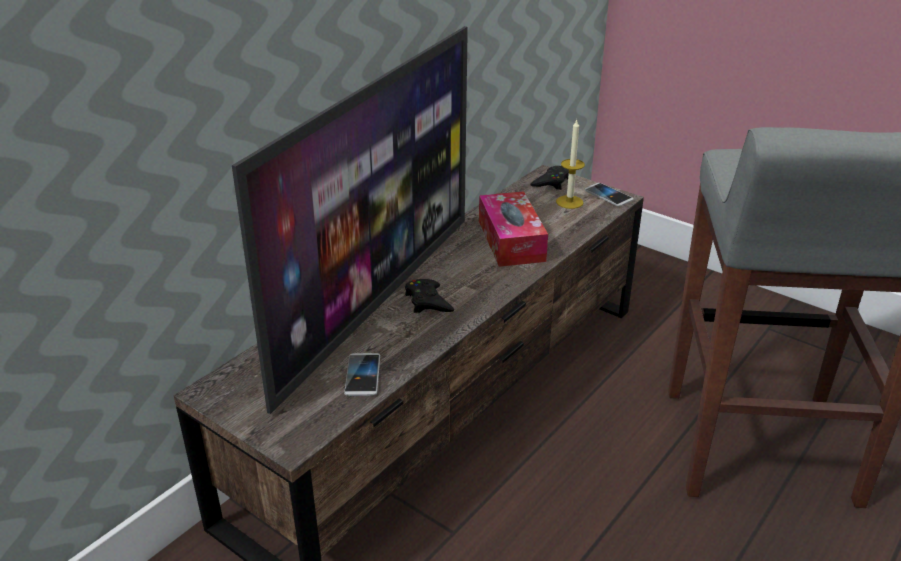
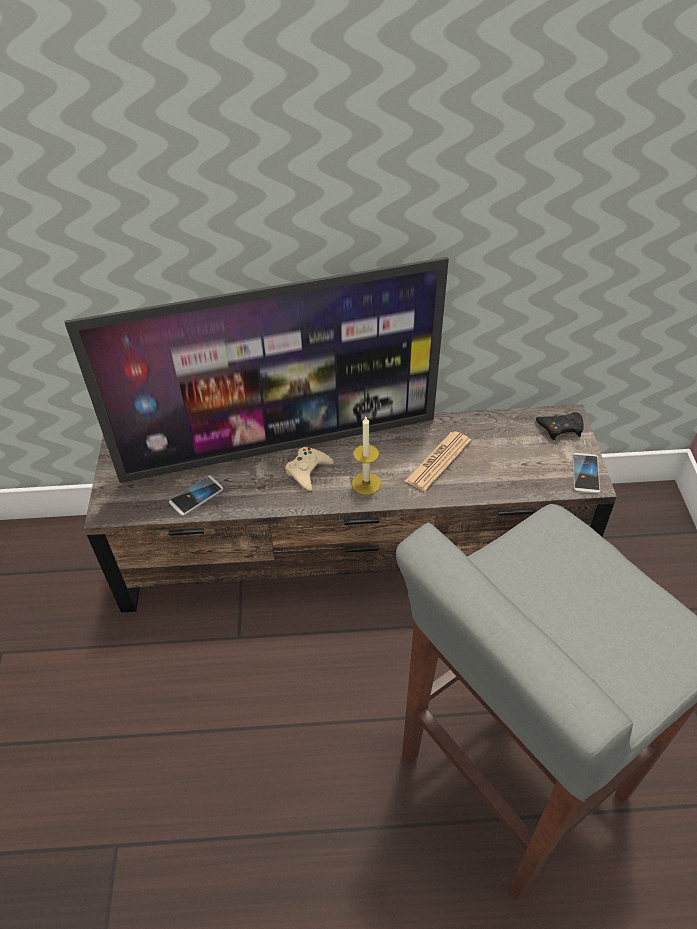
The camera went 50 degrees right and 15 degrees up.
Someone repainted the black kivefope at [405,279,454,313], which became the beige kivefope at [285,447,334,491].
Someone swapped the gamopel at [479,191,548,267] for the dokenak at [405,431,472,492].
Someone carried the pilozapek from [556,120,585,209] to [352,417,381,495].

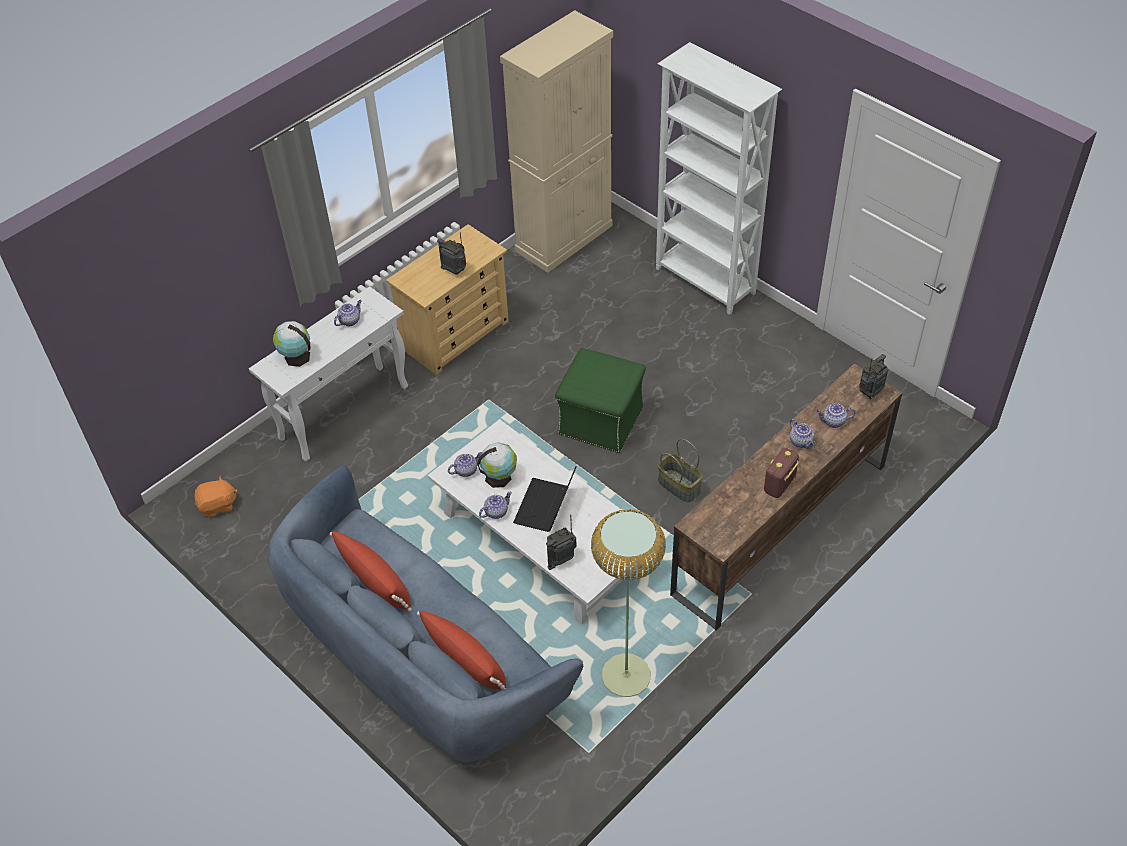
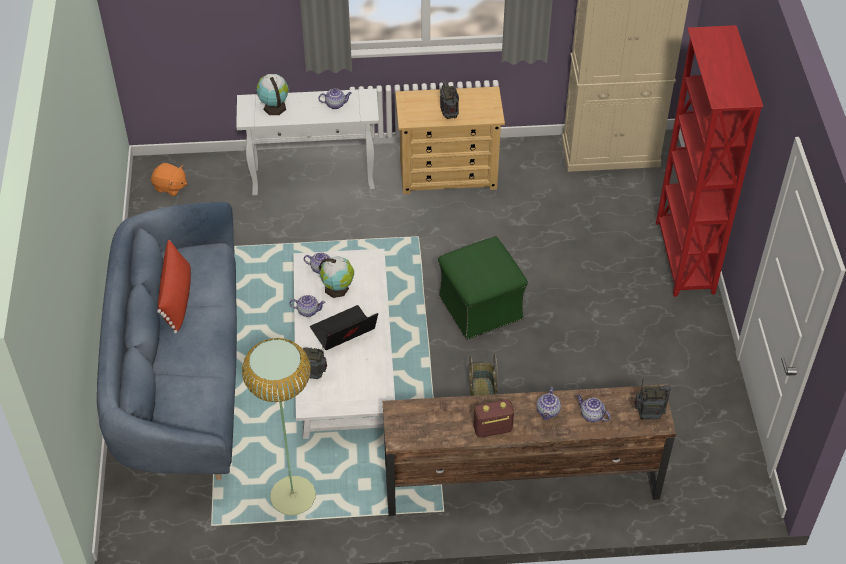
The camera went 40 degrees right and 0 degrees up.
Someone took away the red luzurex at [417,611,506,690].
Someone repainted the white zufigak at [656,42,782,315], which became the red zufigak at [656,25,764,297].

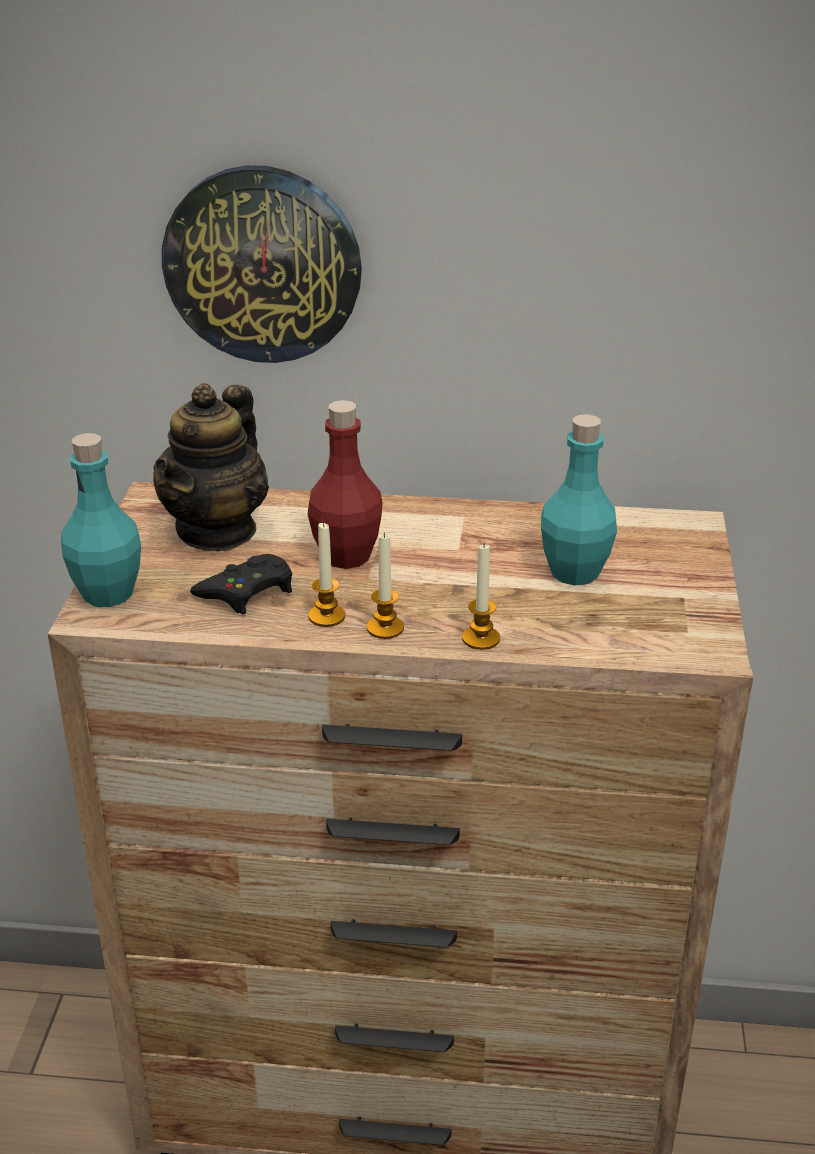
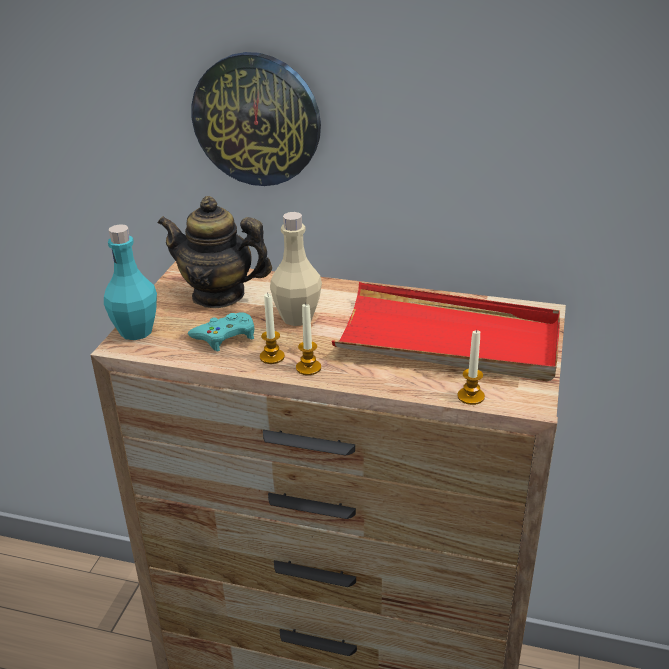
The camera went 10 degrees right and 0 degrees up.
Someone rotated the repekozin at [153,383,269,551] by 75 degrees clockwise.
Someone repainted the black kivefope at [190,554,292,614], which became the turquoise kivefope at [188,312,254,352].
Someone repainted the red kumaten at [308,400,383,569], which became the beige kumaten at [270,212,322,326].
Someone carried the pilozapek from [462,543,500,650] to [457,329,485,405].
Someone swapped the turquoise kumaten at [541,414,617,586] for the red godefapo at [332,282,560,381].

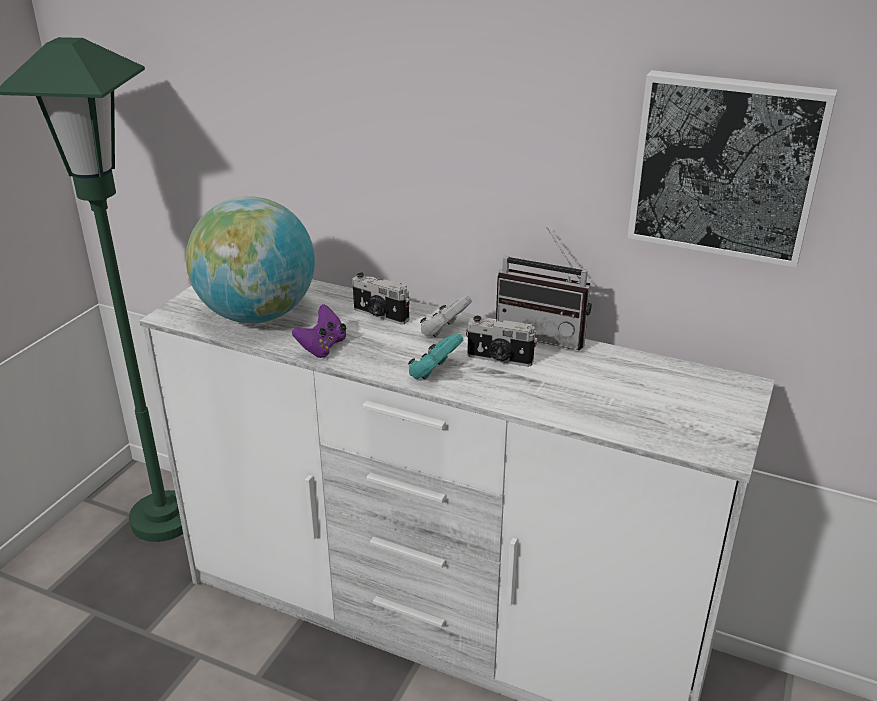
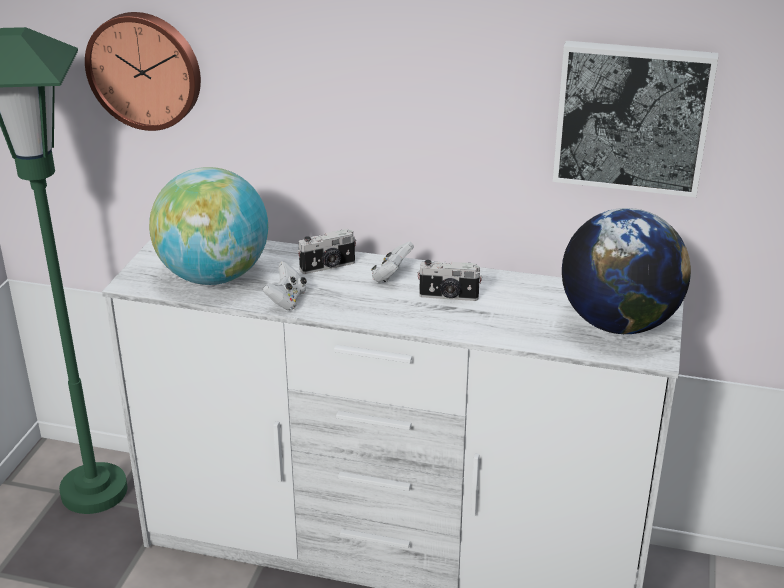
The camera went 10 degrees left and 0 degrees up.
Someone repainted the purple kivefope at [292,304,346,358], which became the white kivefope at [263,261,307,310].
Someone rotated the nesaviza at [352,273,410,325] by 45 degrees counterclockwise.
Someone took away the turquoise kivefope at [408,333,464,379].
Someone took away the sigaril at [496,227,592,350].
Someone put up the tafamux at [85,12,201,131].
Someone put down the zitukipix at [562,208,691,334].

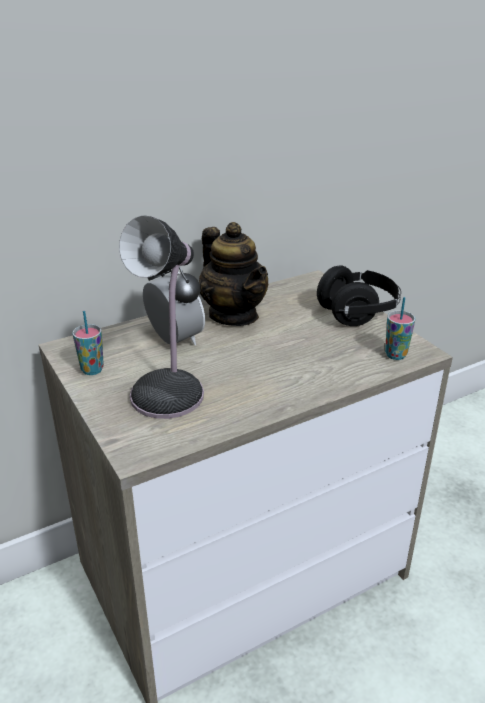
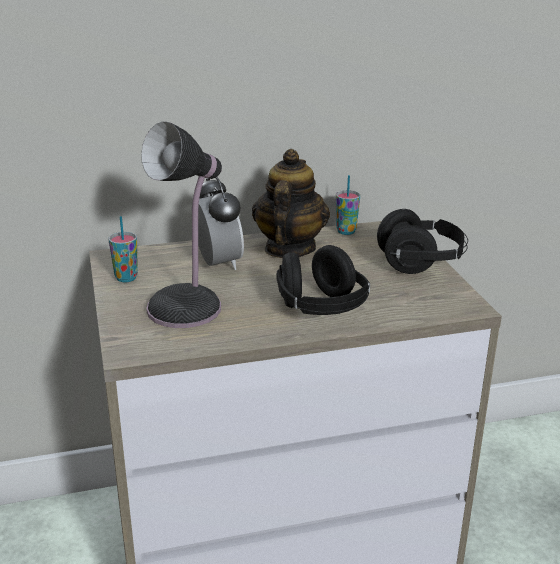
The camera went 15 degrees right and 5 degrees down.
Someone rotated the repekozin at [199,222,268,326] by 150 degrees counterclockwise.
Someone carried the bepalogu from [385,297,415,360] to [336,175,360,235].
Someone put down the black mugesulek at [276,245,370,315].

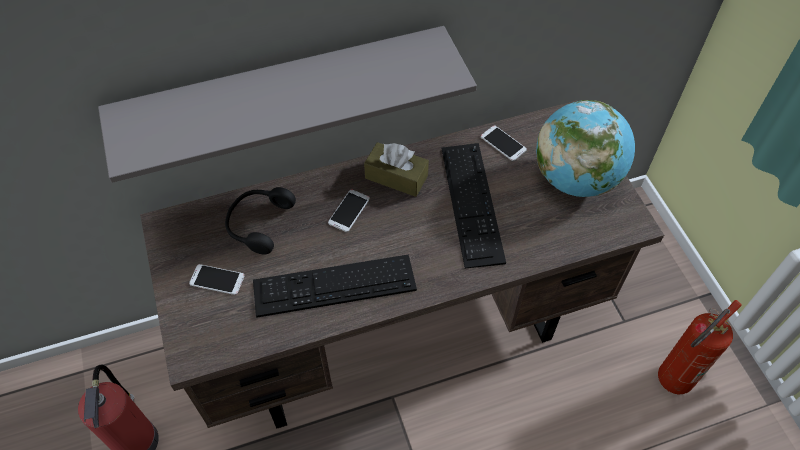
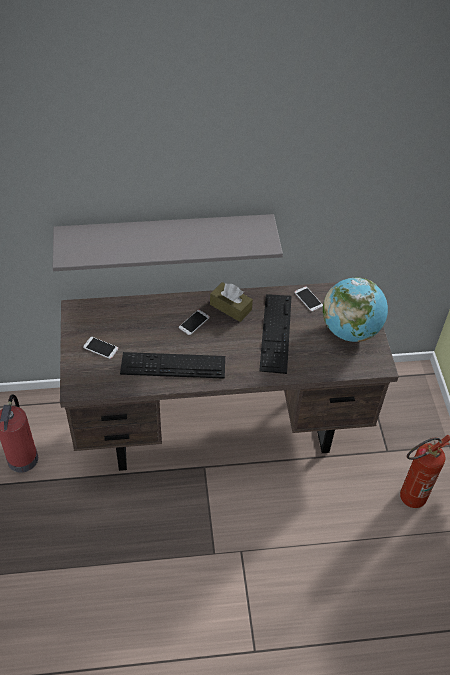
The camera went 10 degrees right and 5 degrees down.
Someone took away the black mugesulek at [225,187,296,255].

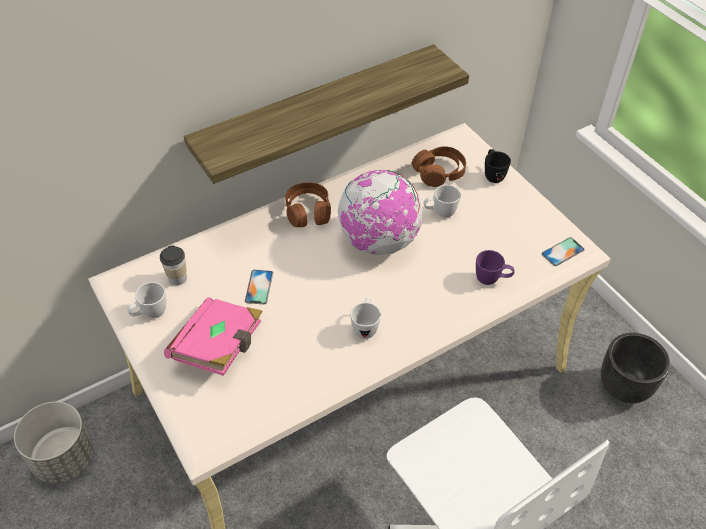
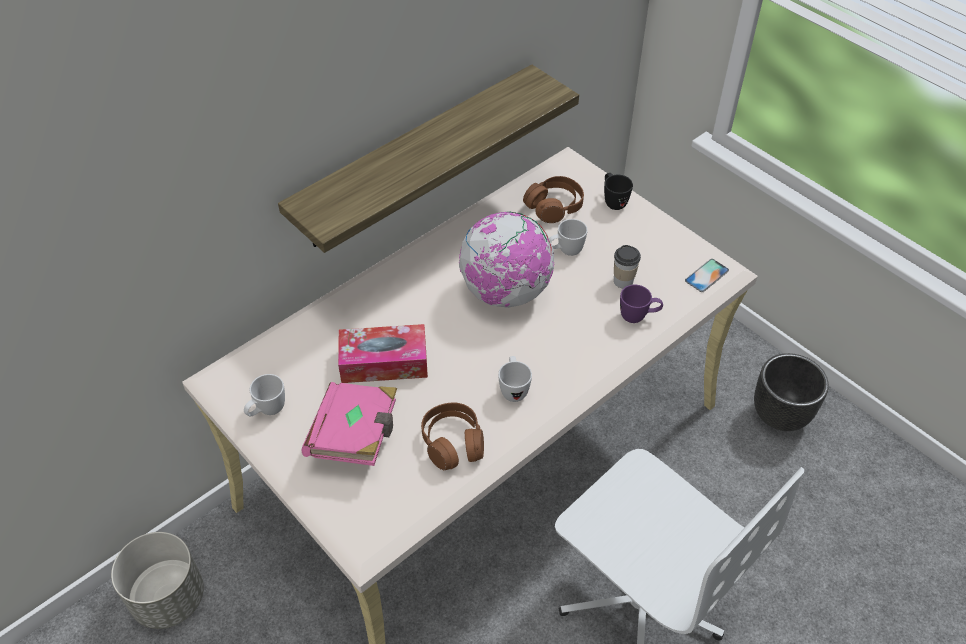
The camera went 10 degrees left and 0 degrees up.
Someone carried the bepalogu from [160,246,187,285] to [614,245,641,288].
Someone swapped the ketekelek at [245,270,273,304] for the gamopel at [338,324,428,383].
Someone carried the brown mugesulek from [286,182,331,227] to [421,402,484,470].

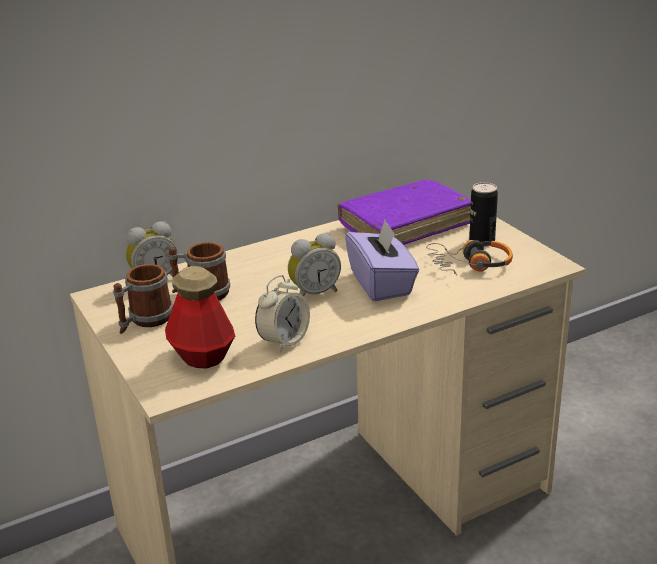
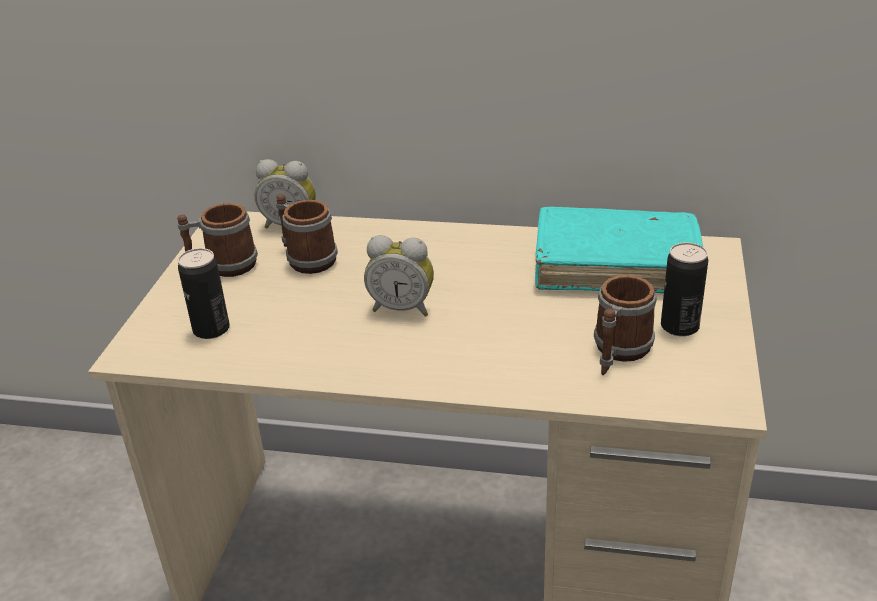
The camera went 40 degrees right and 5 degrees up.
Someone swapped the kumaten at [165,266,235,369] for the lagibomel at [178,248,230,339].
Someone took away the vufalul at [255,275,310,352].
Someone repainted the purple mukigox at [338,180,471,245], which became the turquoise mukigox at [535,207,703,294].
Someone took away the purple gamopel at [345,220,419,301].
Someone swapped the mugesulek at [426,240,513,275] for the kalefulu at [594,275,657,375].

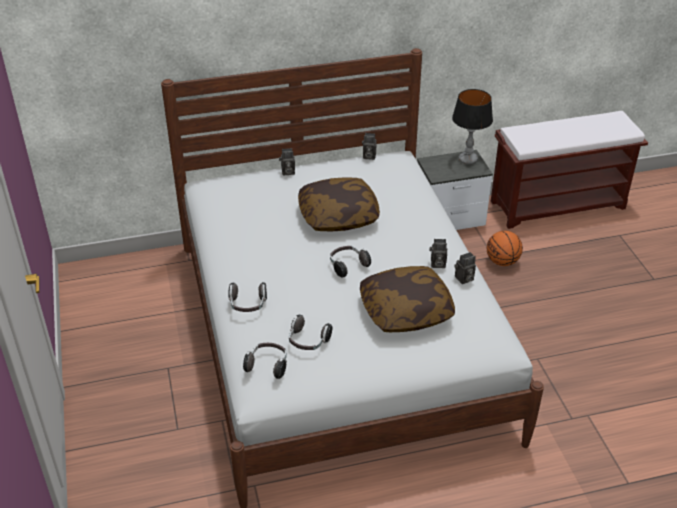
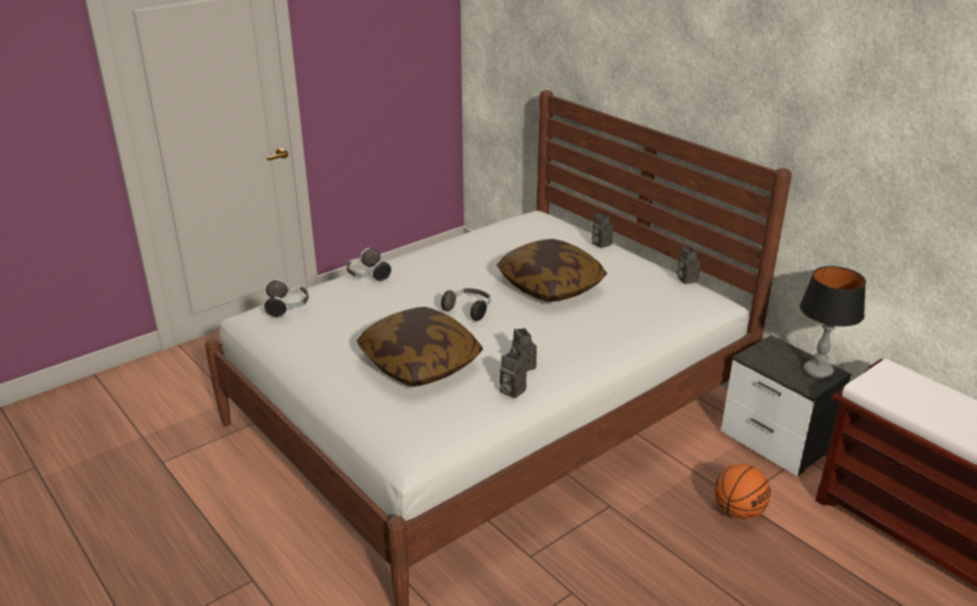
The camera went 65 degrees right and 10 degrees down.
Someone took away the mugesulek at [289,315,332,350].

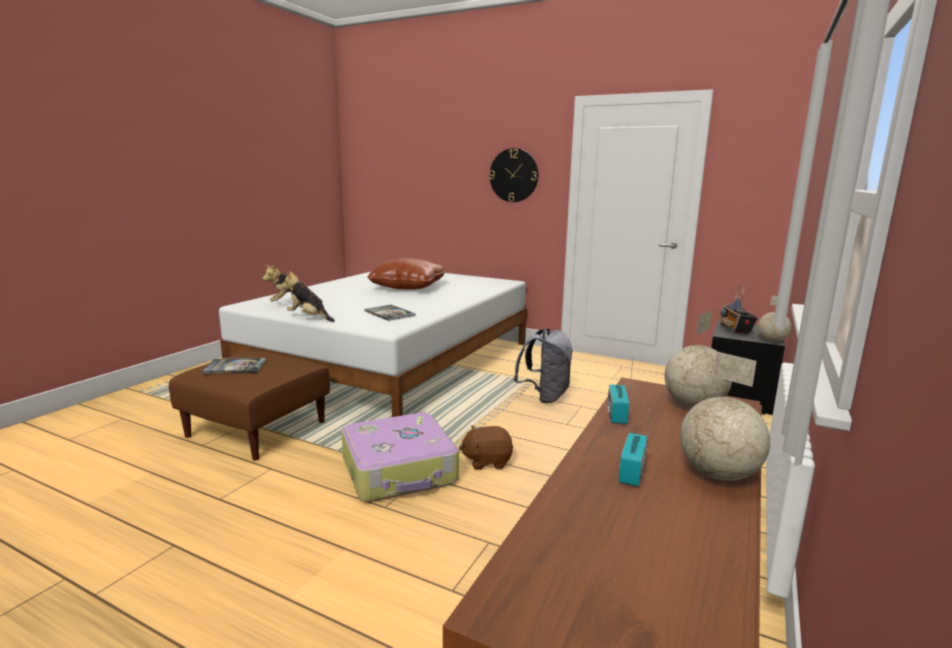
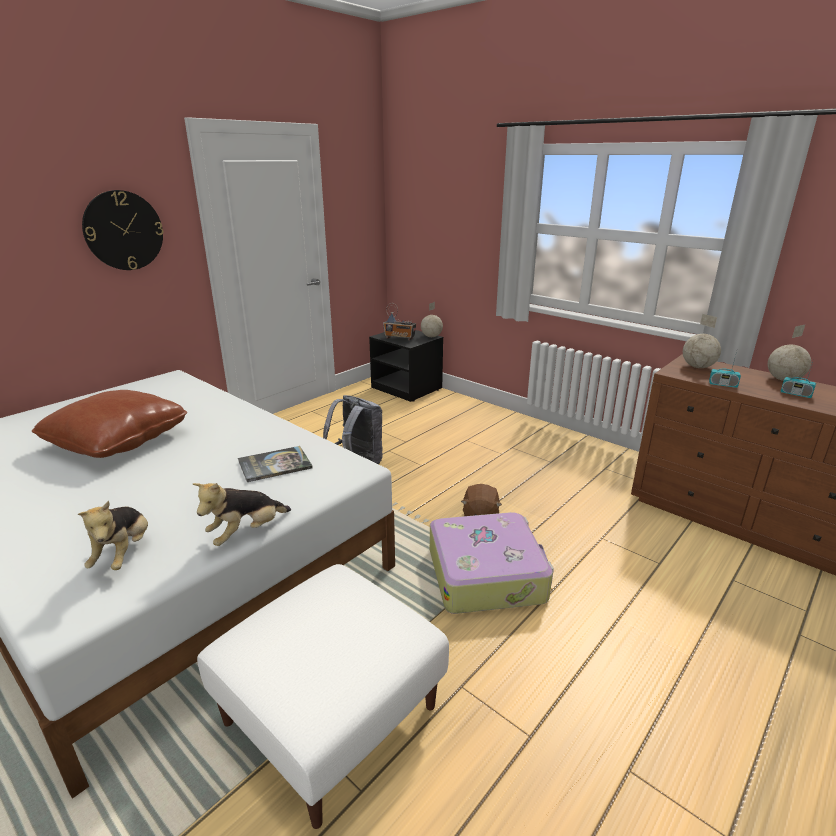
The camera went 75 degrees left and 10 degrees up.
Someone repainted the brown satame at [169,351,330,461], which became the white satame at [197,564,449,829].
Someone took away the mukigox at [202,358,266,374].

